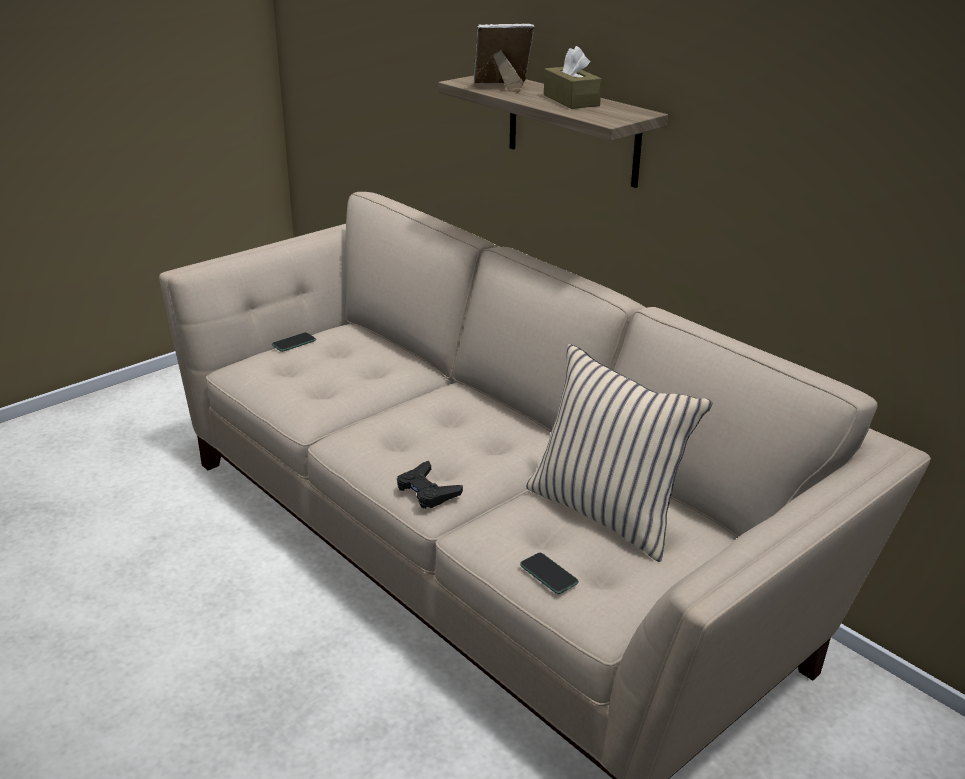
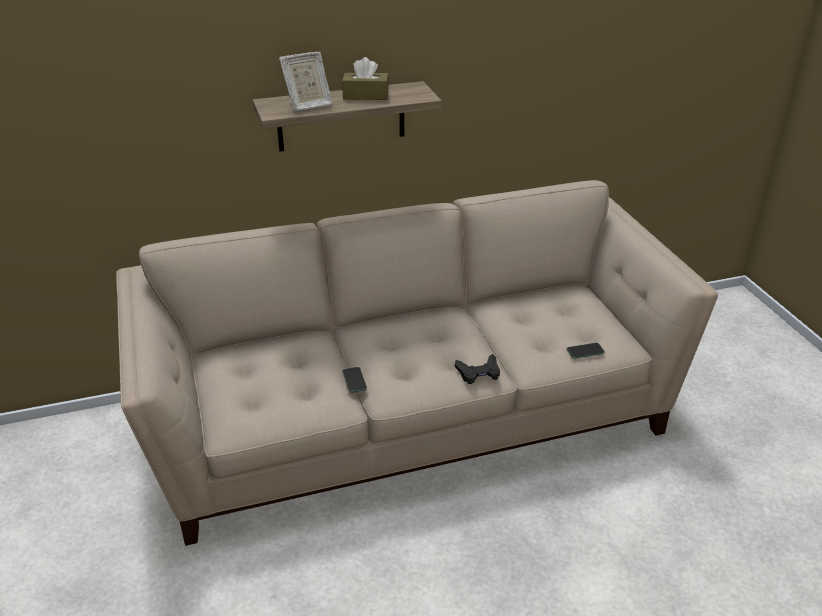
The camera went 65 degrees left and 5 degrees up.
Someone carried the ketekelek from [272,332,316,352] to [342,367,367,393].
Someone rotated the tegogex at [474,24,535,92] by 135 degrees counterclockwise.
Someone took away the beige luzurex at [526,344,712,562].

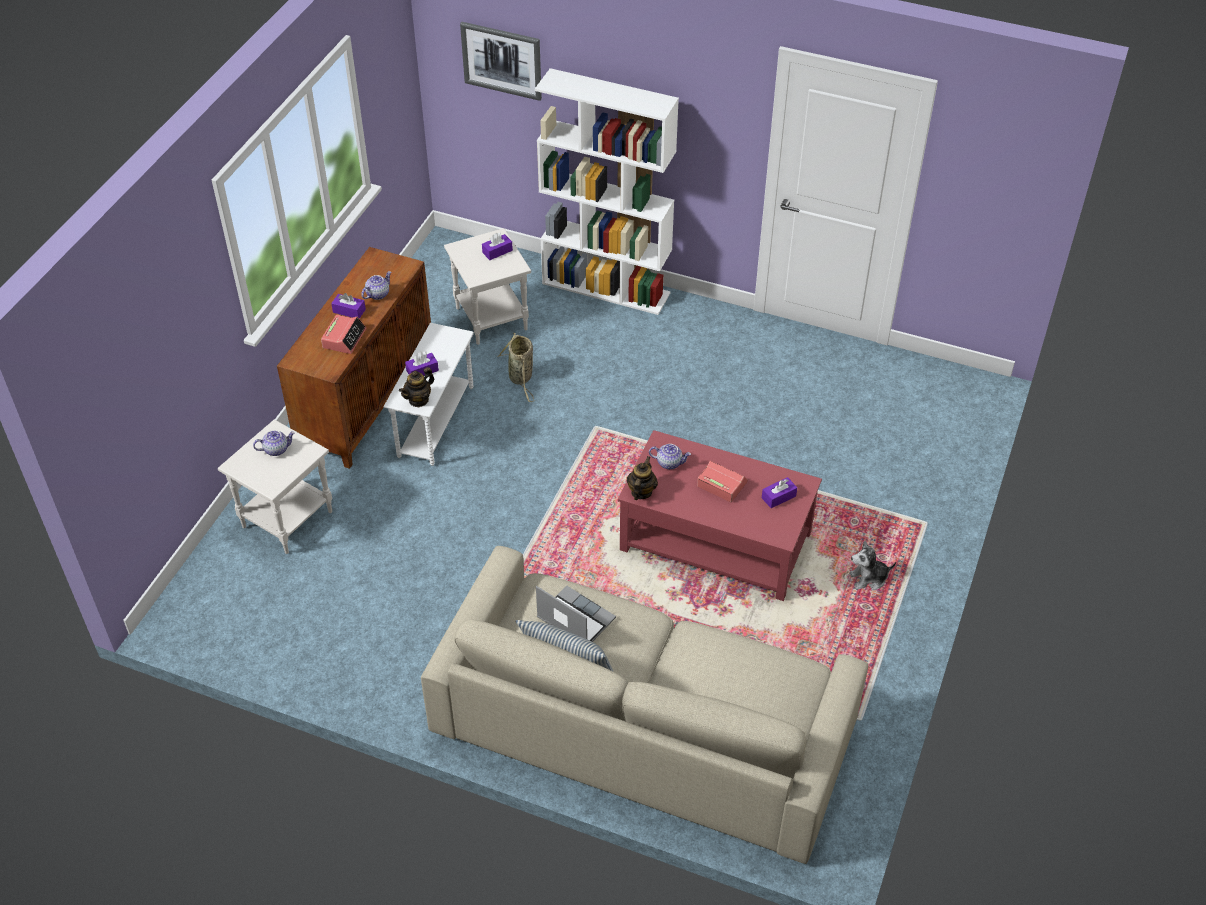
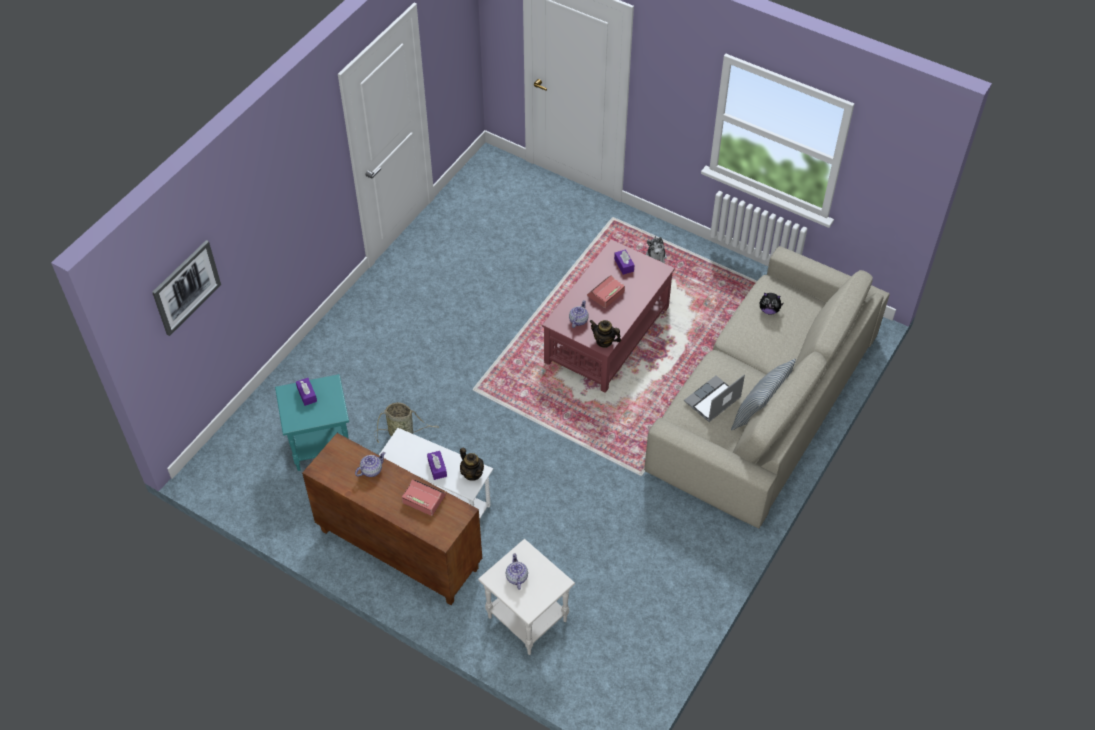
The camera went 80 degrees left and 5 degrees up.
Someone took away the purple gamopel at [331,293,366,319].
Someone rotated the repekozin at [361,271,391,300] by 90 degrees clockwise.
Someone repainted the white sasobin at [444,228,531,345], which became the turquoise sasobin at [275,374,349,471].
Someone took away the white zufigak at [535,68,679,315].
Someone put down the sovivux at [759,293,784,315].

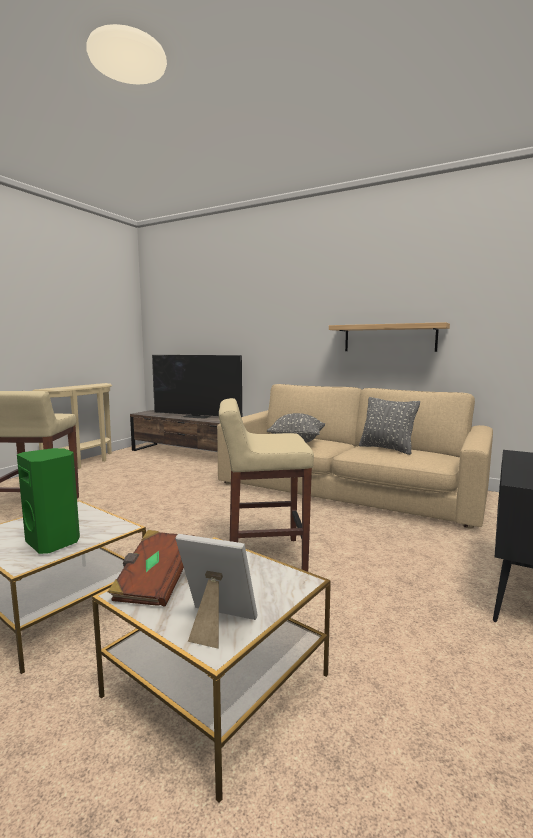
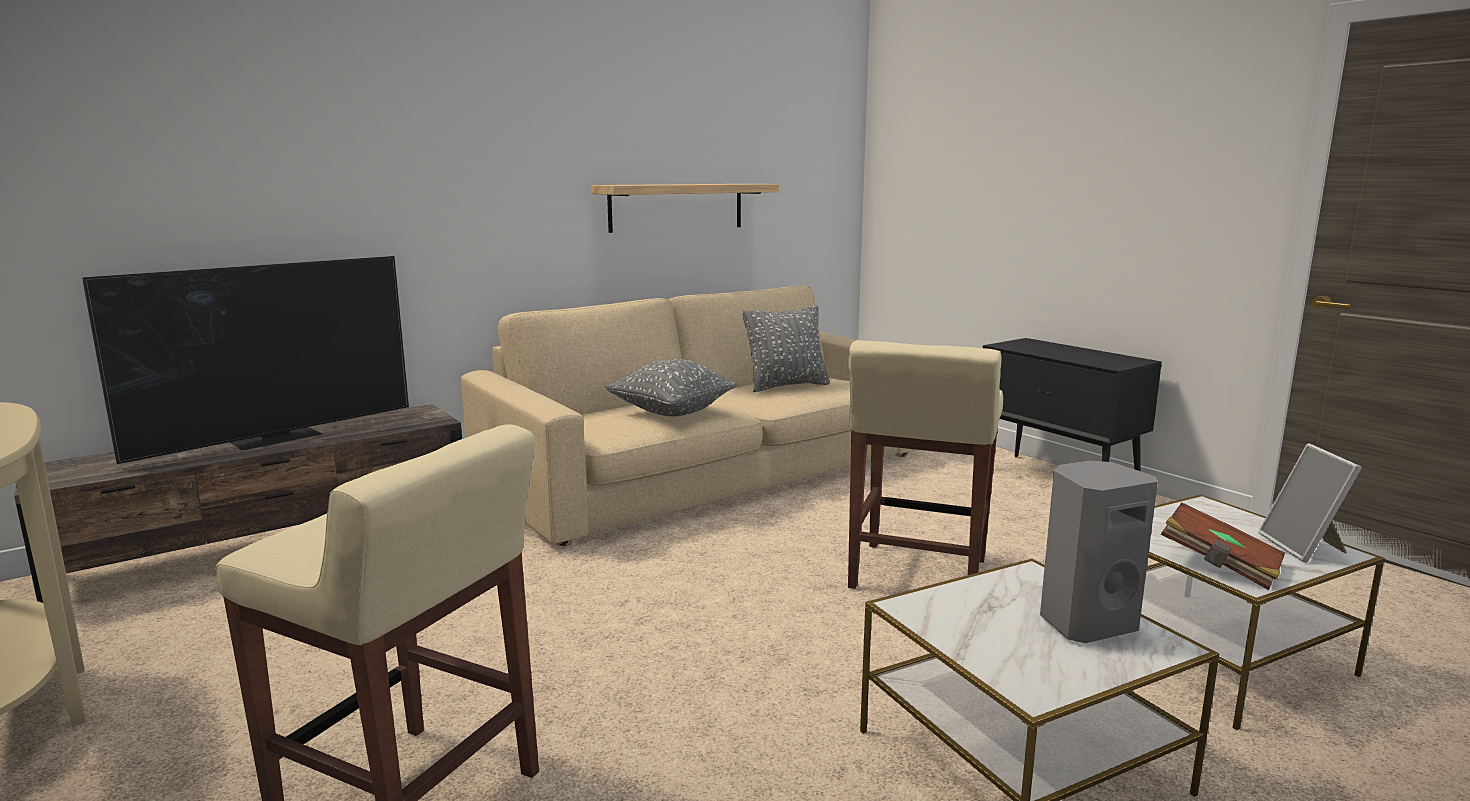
The camera went 65 degrees left and 5 degrees up.
Someone repainted the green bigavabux at [17,448,80,554], which became the grey bigavabux at [1040,461,1158,643].
Someone rotated the tegogex at [175,534,257,649] by 45 degrees counterclockwise.

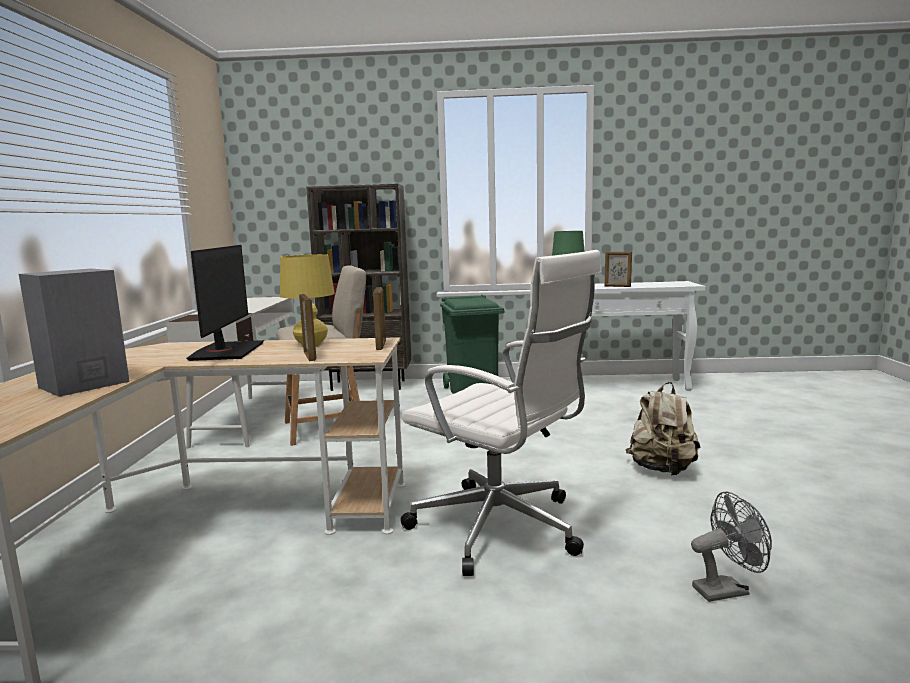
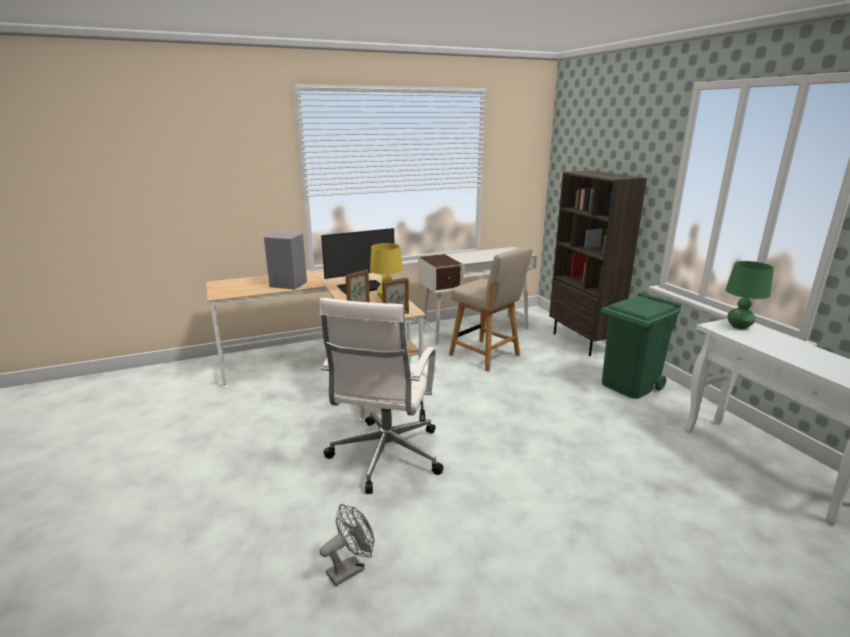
The camera went 65 degrees right and 10 degrees up.
Someone took away the tegogex at [605,252,632,287].
Someone took away the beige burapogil at [626,382,701,475].
Someone rotated the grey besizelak at [691,491,772,602] by 90 degrees counterclockwise.

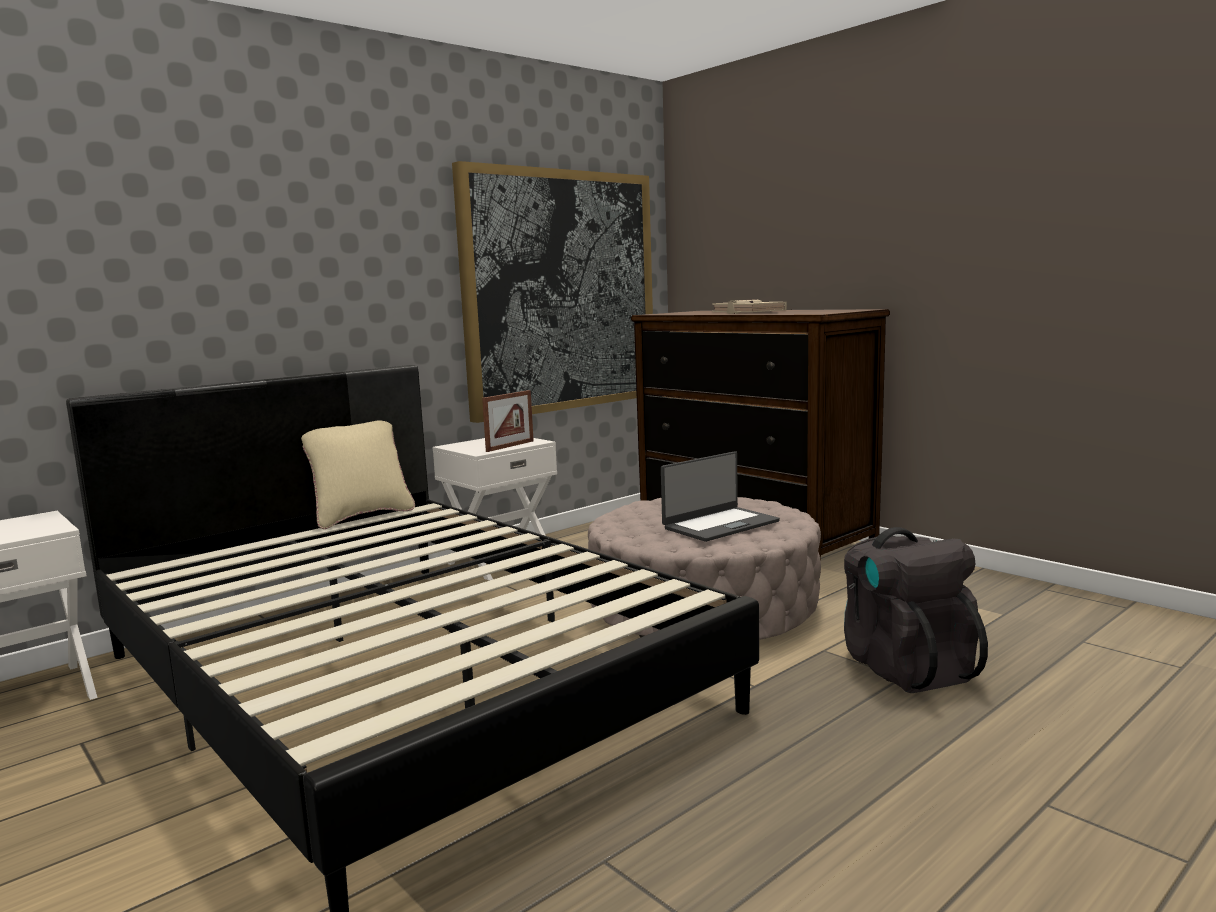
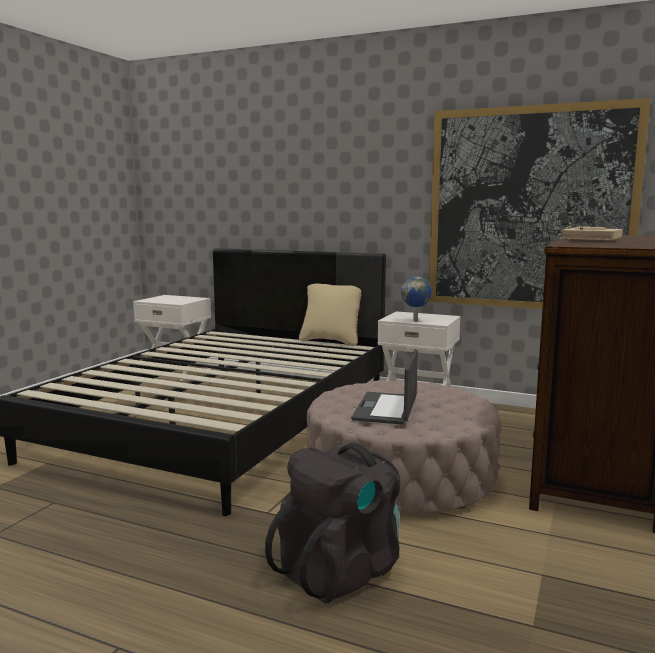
The camera went 65 degrees right and 0 degrees up.
Someone swapped the tegogex at [482,390,534,452] for the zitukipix at [401,277,432,322].
Someone rotated the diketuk at [661,451,780,542] by 75 degrees clockwise.

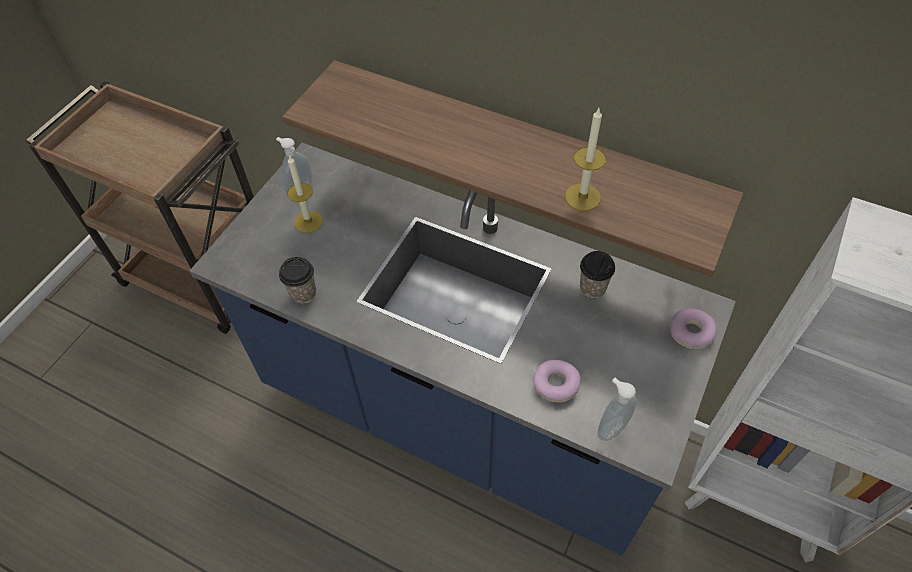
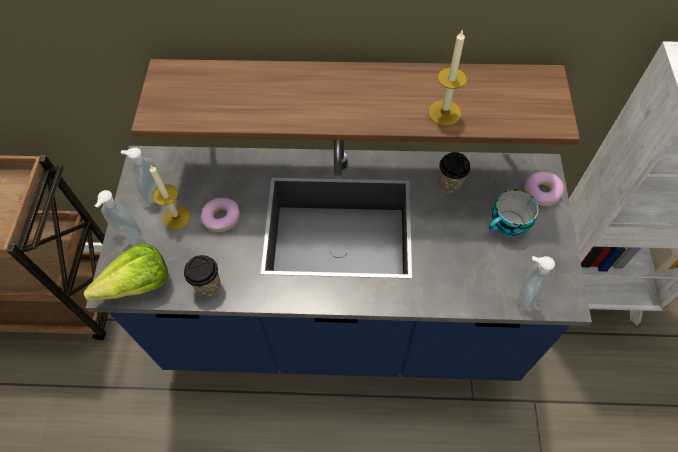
The camera went 25 degrees left and 5 degrees up.
Someone carried the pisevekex from [533,360,581,402] to [201,198,240,232].
Someone put down the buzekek at [83,243,168,301].
Someone put down the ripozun at [95,190,142,240].
Someone put down the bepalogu at [489,189,539,236].

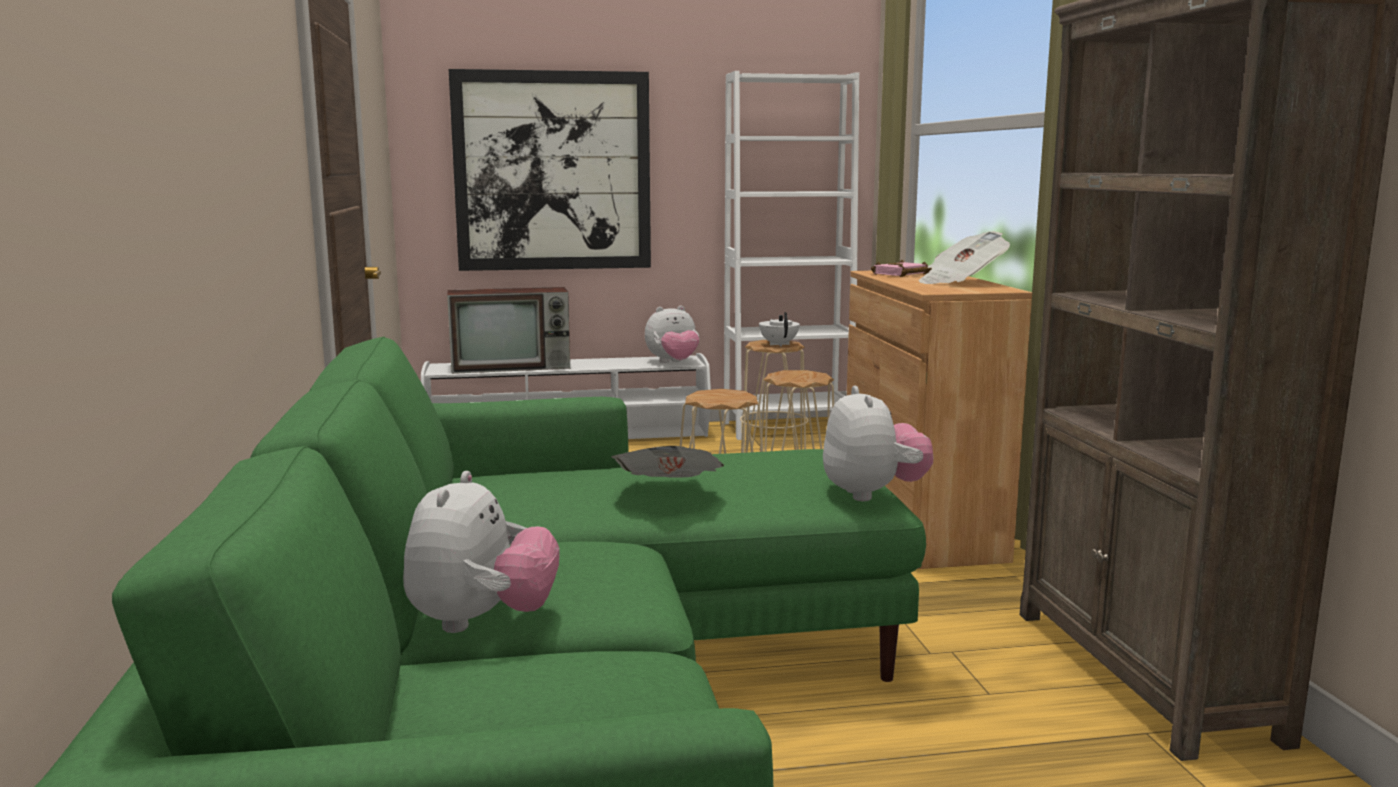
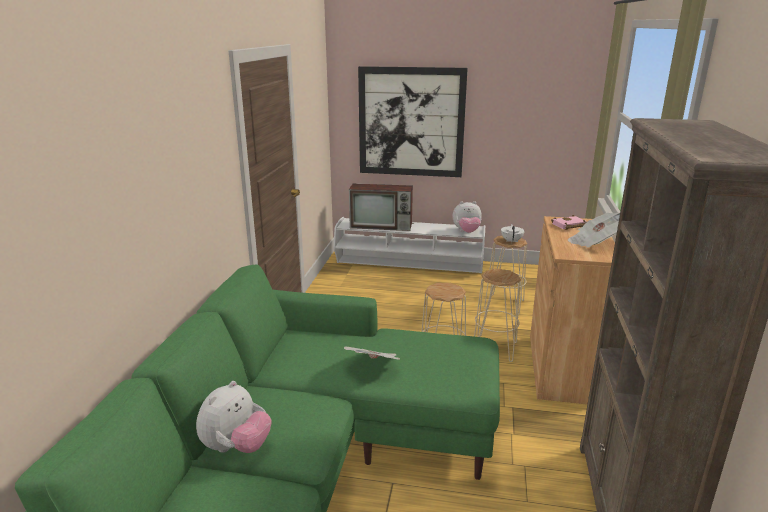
The camera went 20 degrees right and 10 degrees up.
Someone took away the white zufigak at [724,71,859,440].
Someone took away the sovivux at [823,386,933,501].

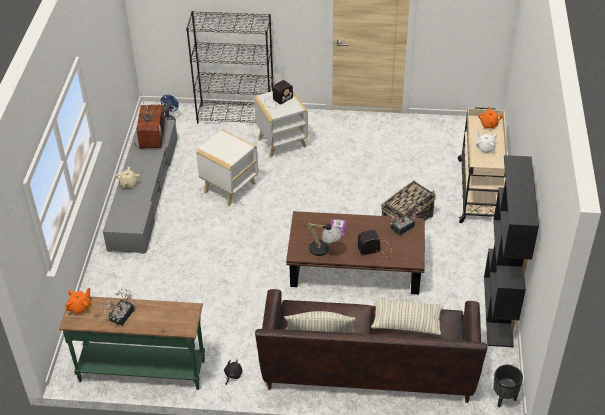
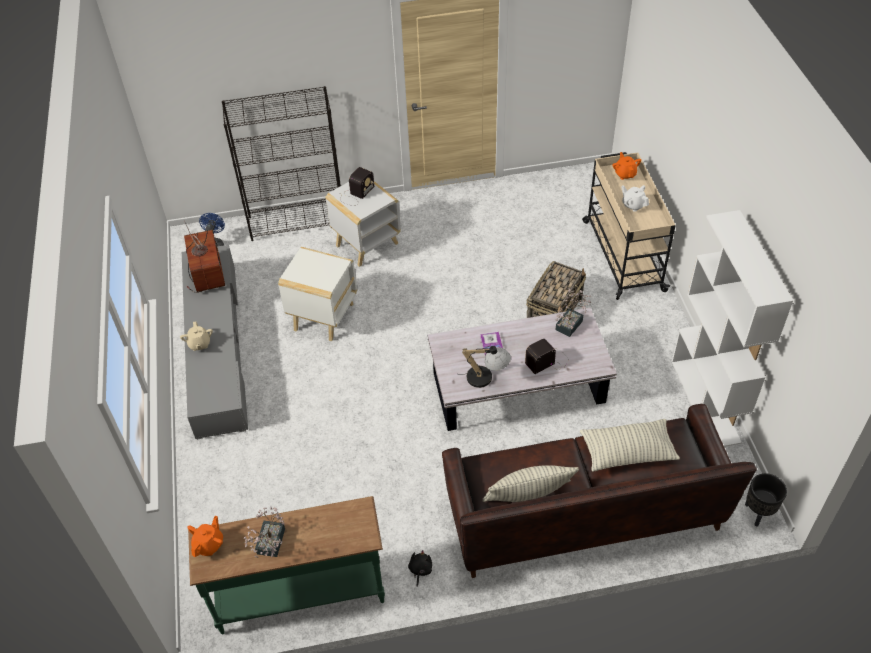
The camera went 15 degrees left and 5 degrees up.
Someone repainted the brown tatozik at [286,211,425,294], which became the white tatozik at [428,308,617,431].
Someone repainted the black zufigak at [484,155,539,347], which became the white zufigak at [671,210,793,447].

